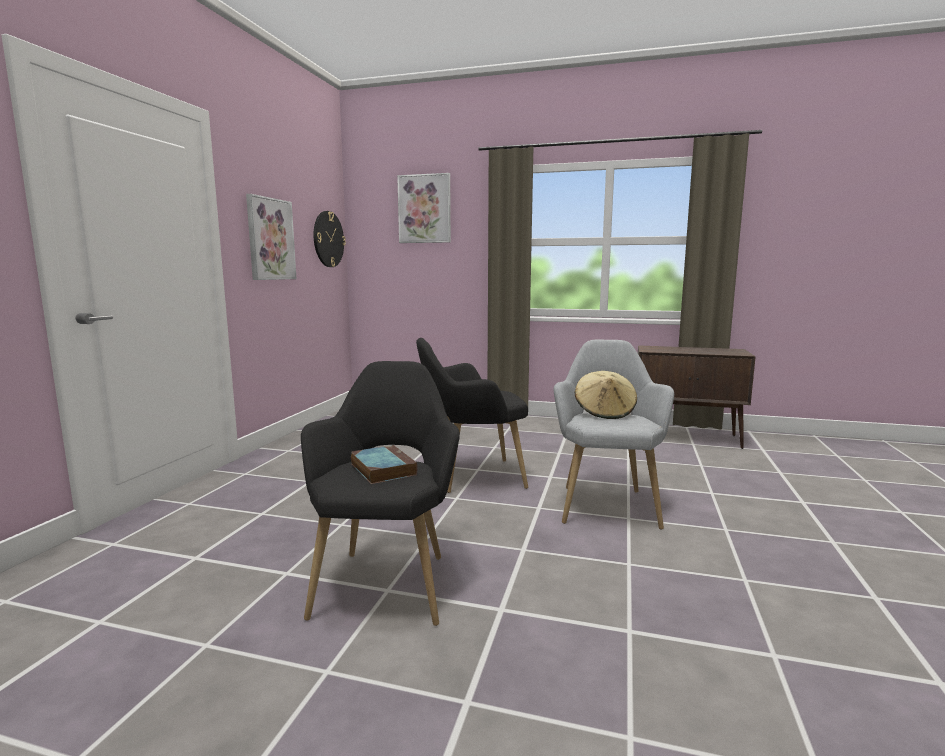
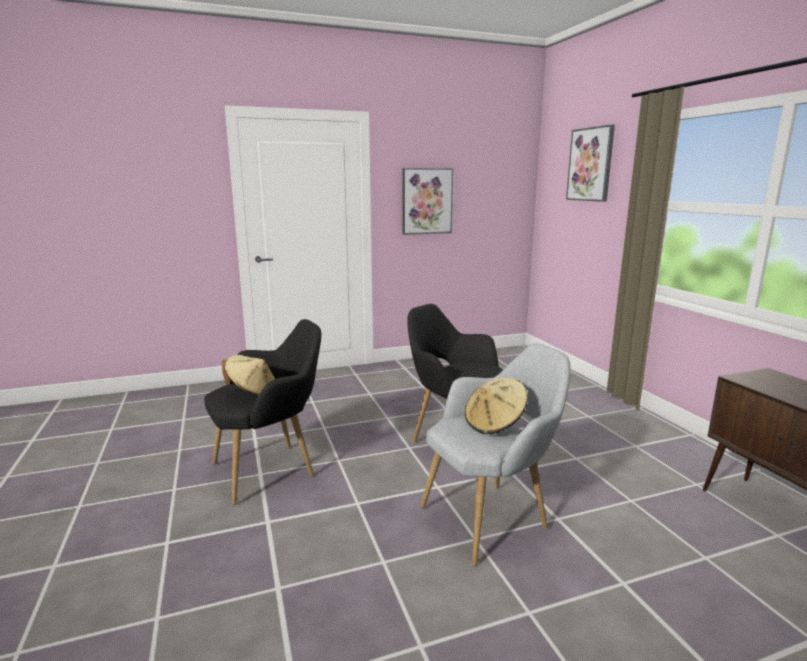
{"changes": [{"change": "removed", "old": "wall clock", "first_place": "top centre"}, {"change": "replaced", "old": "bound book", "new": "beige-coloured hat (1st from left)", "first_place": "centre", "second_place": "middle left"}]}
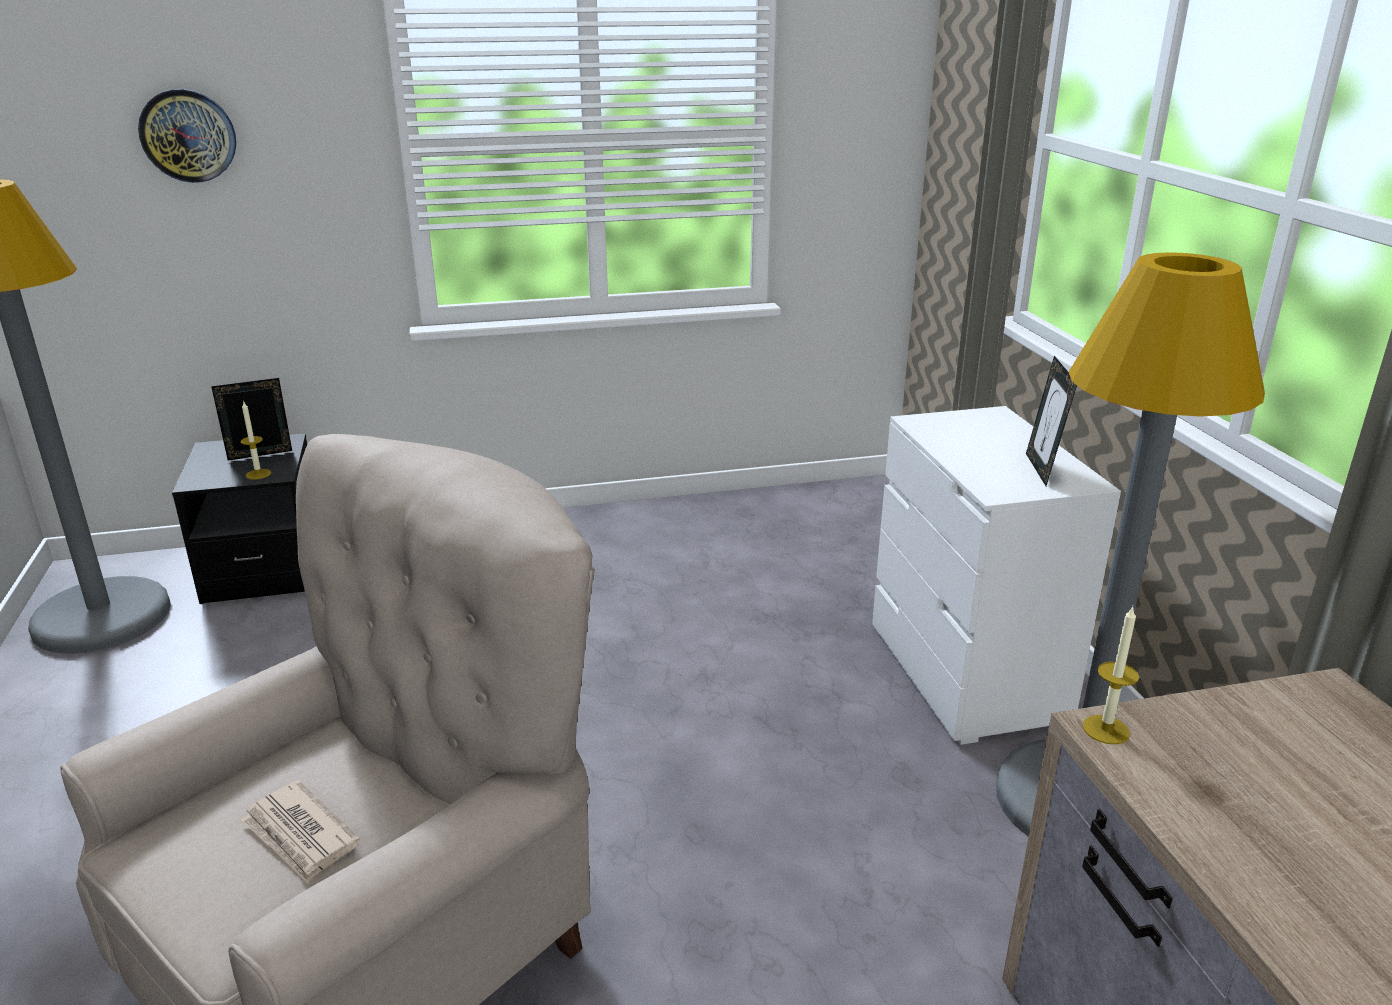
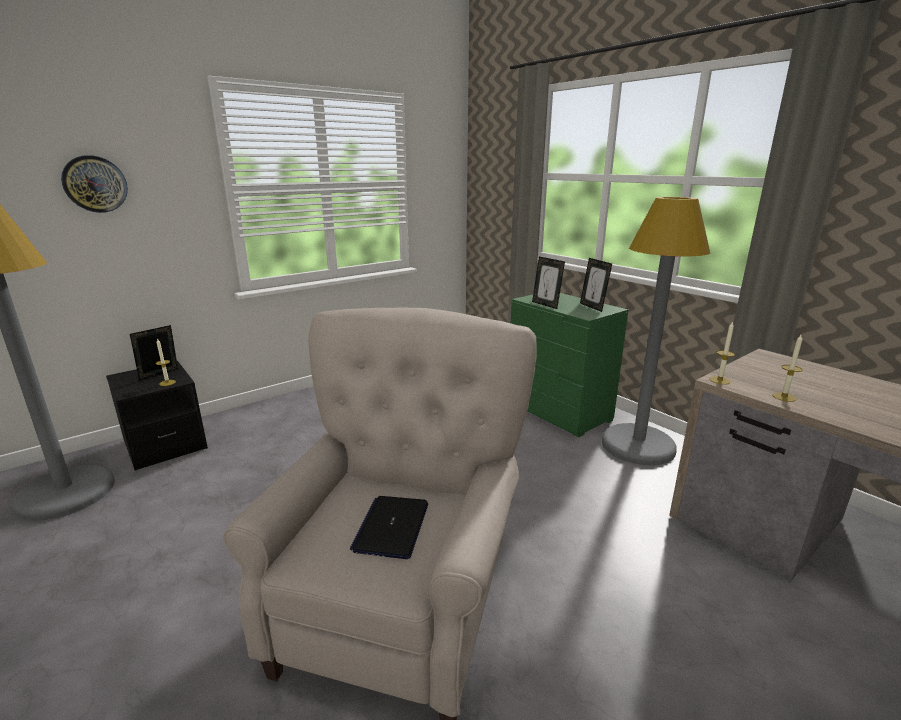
{"changes": [{"change": "replaced", "old": "newspaper", "new": "notebook computer", "first_place": "bottom left", "second_place": "bottom centre"}, {"change": "recoloured", "old": "white-coloured chest of drawers", "new": "green-coloured chest of drawers", "first_place": "middle right", "second_place": "centre"}, {"change": "added", "new": "photo frame (2nd from left)", "second_place": "centre"}, {"change": "added", "new": "wax light (3rd from left)", "second_place": "middle right"}]}
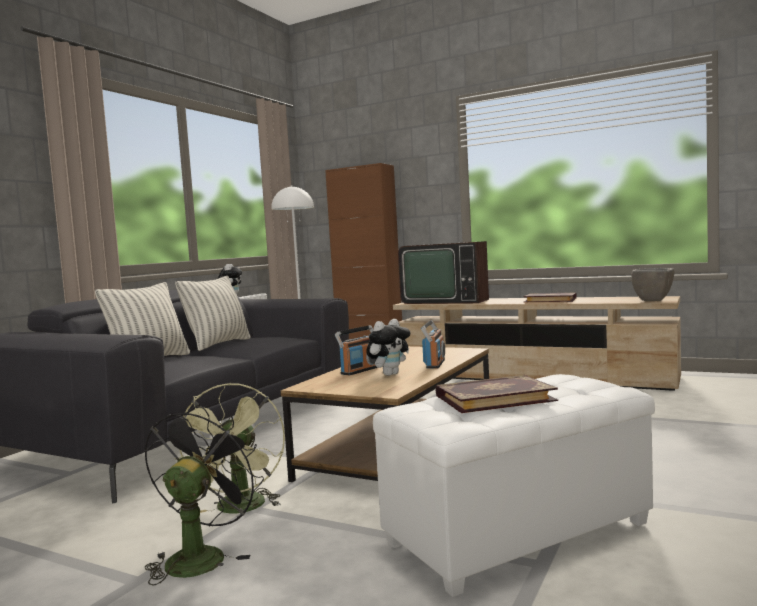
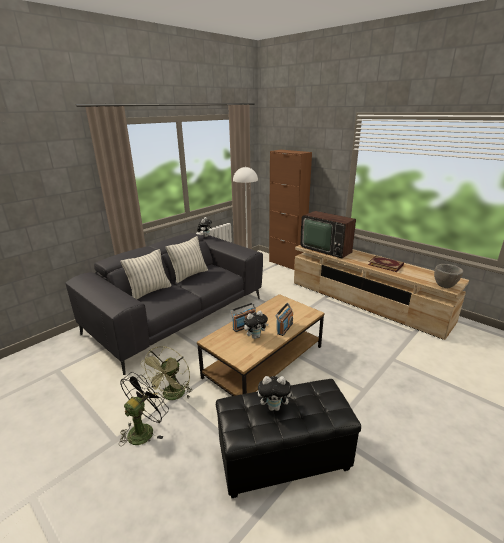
{"changes": [{"change": "recoloured", "old": "white-coloured ottoman", "new": "blackish ottoman", "first_place": "bottom right", "second_place": "bottom centre"}, {"change": "replaced", "old": "bound book (1st from left)", "new": "cuddly toy (3rd from left)", "first_place": "centre", "second_place": "bottom centre"}]}
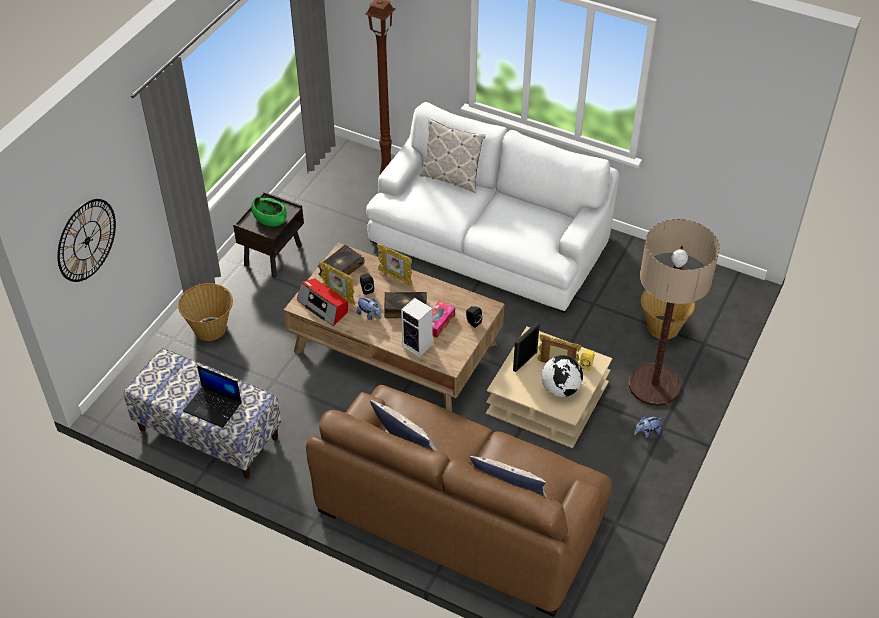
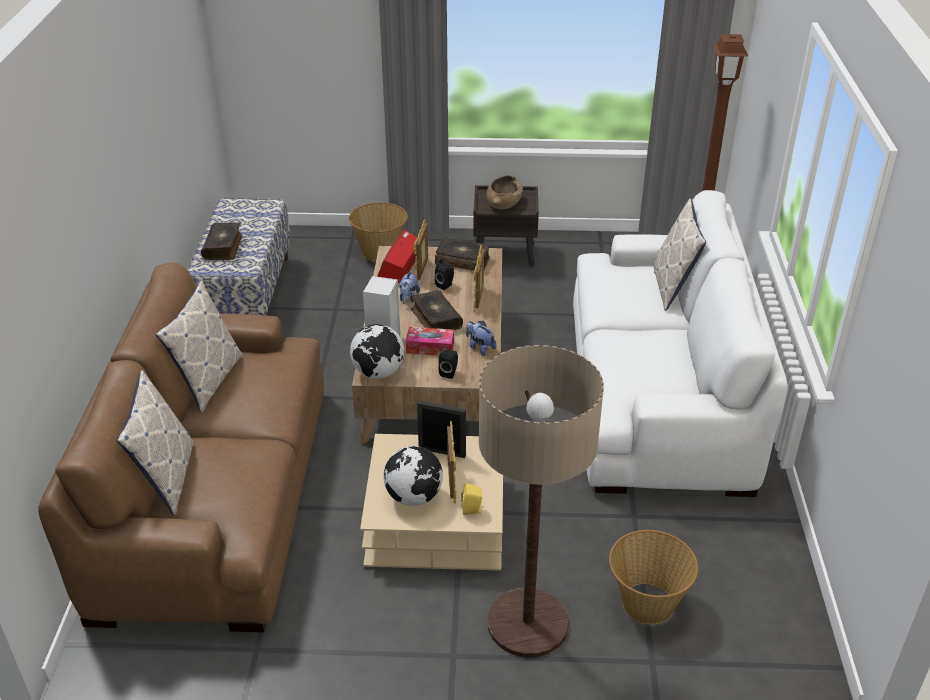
{"changes": [{"change": "removed", "old": "wall clock", "first_place": "middle left"}, {"change": "replaced", "old": "notebook computer", "new": "bound book (1st from left)", "first_place": "middle left", "second_place": "middle left"}, {"change": "recoloured", "old": "green-coloured deep dish", "new": "brown-coloured deep dish", "first_place": "middle left", "second_place": "top centre"}, {"change": "moved", "old": "cuddly toy (2nd from left)", "first_place": "bottom right", "second_place": "centre"}, {"change": "added", "new": "desk globe (1st from left)", "second_place": "centre"}]}
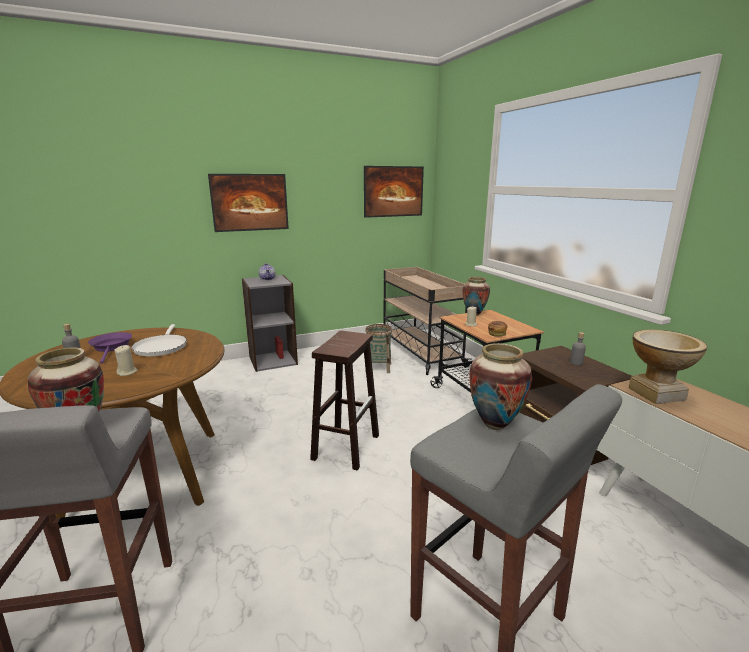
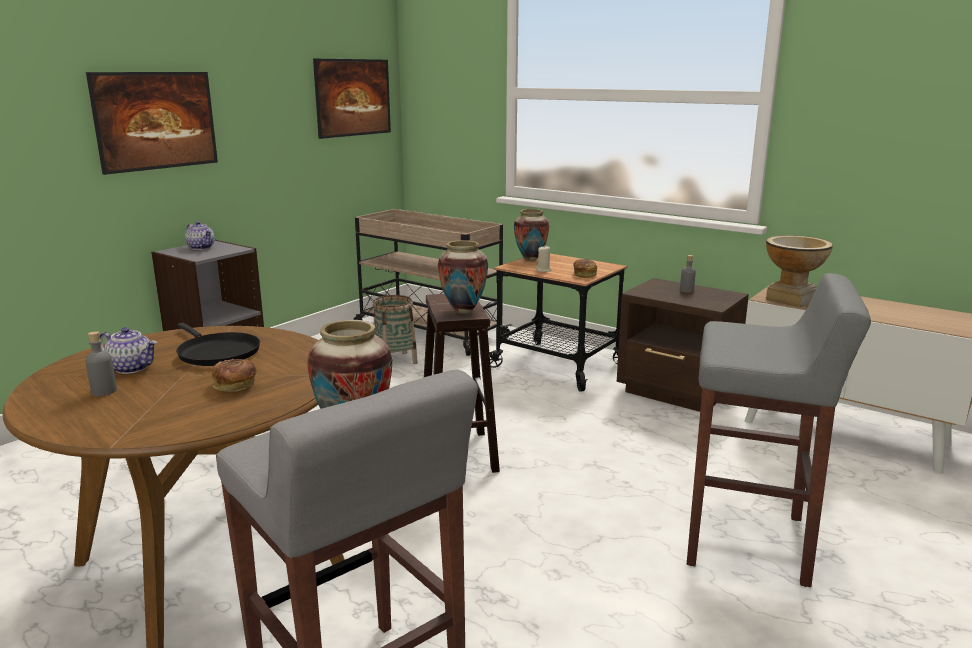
{"changes": [{"change": "replaced", "old": "purple-coloured pan", "new": "pot for tea (1st from left)", "first_place": "middle left", "second_place": "middle left"}, {"change": "replaced", "old": "beige-coloured wax light (1st from left)", "new": "baked bread (1st from left)", "first_place": "middle left", "second_place": "middle left"}, {"change": "recoloured", "old": "white-coloured pan", "new": "blackish pan", "first_place": "middle left", "second_place": "middle left"}, {"change": "moved", "old": "decorative vase (3rd from left in the first image)", "new": "decorative vase (2nd from left)", "first_place": "middle right", "second_place": "centre"}]}
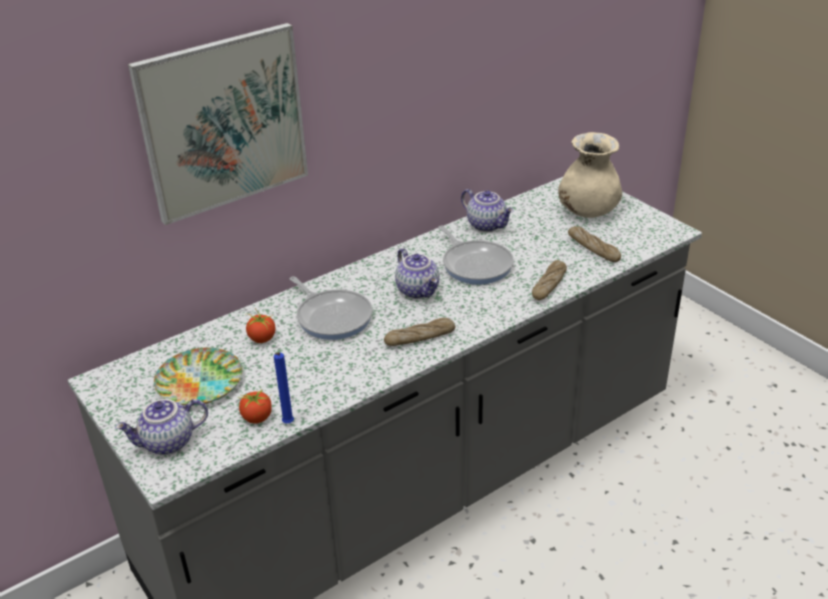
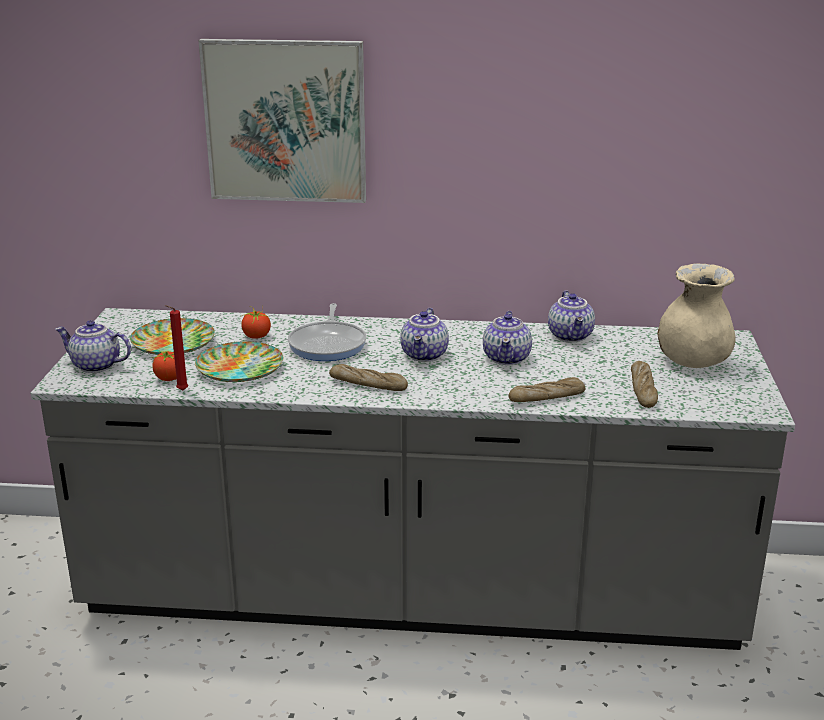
{"changes": [{"change": "recoloured", "old": "bluish wax light", "new": "reddish wax light", "first_place": "centre", "second_place": "middle left"}, {"change": "replaced", "old": "pan (2nd from left)", "new": "pot for tea (3rd from left)", "first_place": "centre", "second_place": "centre"}, {"change": "added", "new": "flat dish (2nd from left)", "second_place": "middle left"}]}
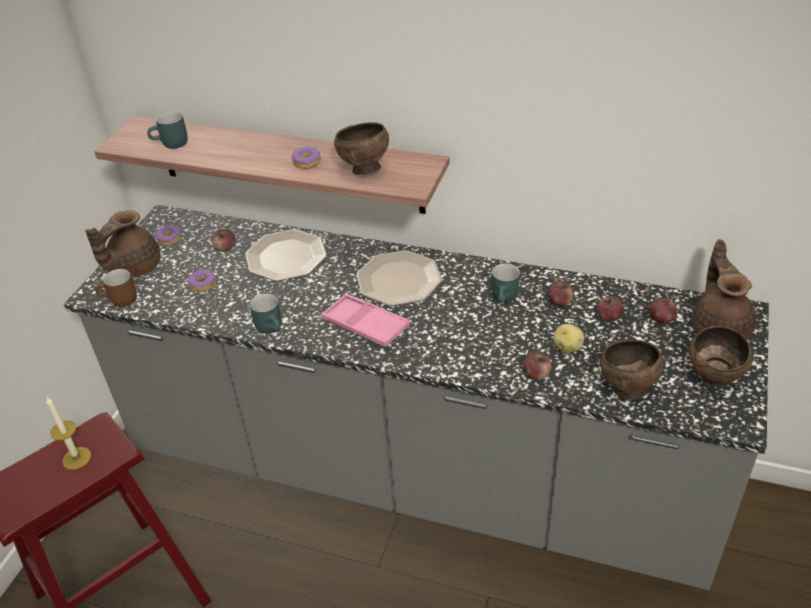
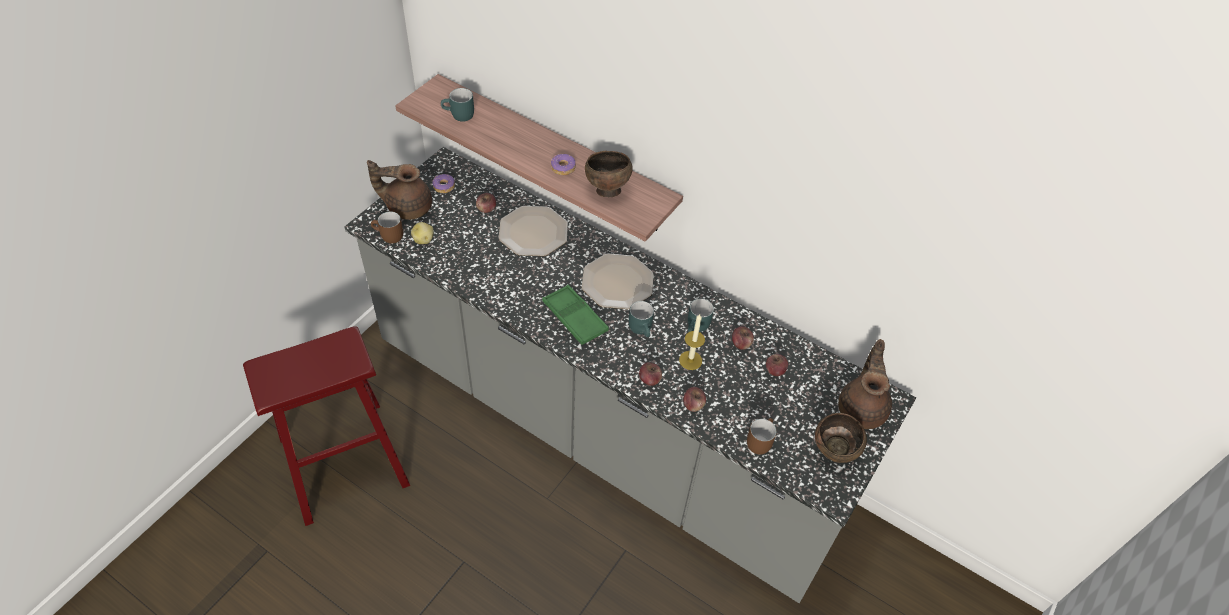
{"changes": [{"change": "moved", "old": "wax light", "first_place": "bottom left", "second_place": "centre"}, {"change": "turned", "old": "brown-coloured pot for tea (1st from left)", "first_place": "middle left", "second_place": "top left", "degrees": 45}, {"change": "removed", "old": "ring doughnut (2nd from left)", "first_place": "middle left"}, {"change": "moved", "old": "turquoise-coloured tea mug (2nd from left)", "first_place": "middle left", "second_place": "centre"}, {"change": "recoloured", "old": "pink-coloured carrying tray", "new": "green-coloured carrying tray", "first_place": "centre", "second_place": "centre"}, {"change": "moved", "old": "potato", "first_place": "middle right", "second_place": "centre"}, {"change": "replaced", "old": "brown-coloured deep dish (2nd from left)", "new": "brown-coloured tea mug (2nd from left)", "first_place": "middle right", "second_place": "bottom centre"}, {"change": "moved", "old": "apple fruit (5th from left in the first image)", "new": "apple fruit (2nd from left)", "first_place": "middle right", "second_place": "centre"}]}
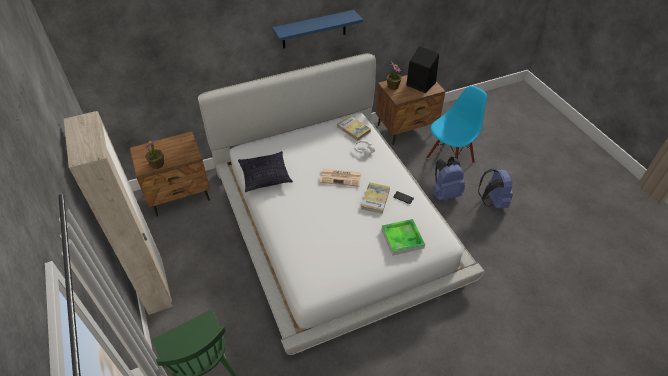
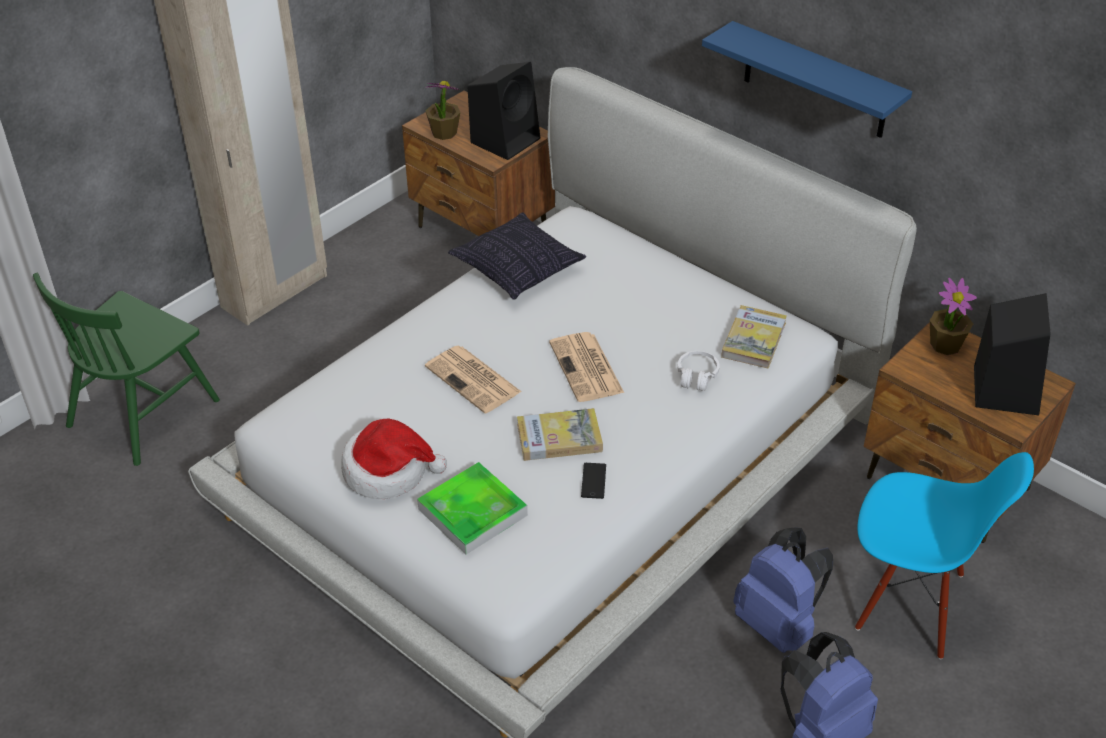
{"changes": [{"change": "added", "new": "hat", "second_place": "centre"}, {"change": "added", "new": "newspaper (1st from left)", "second_place": "centre"}, {"change": "added", "new": "blackish audio speaker (1st from left)", "second_place": "top centre"}]}
